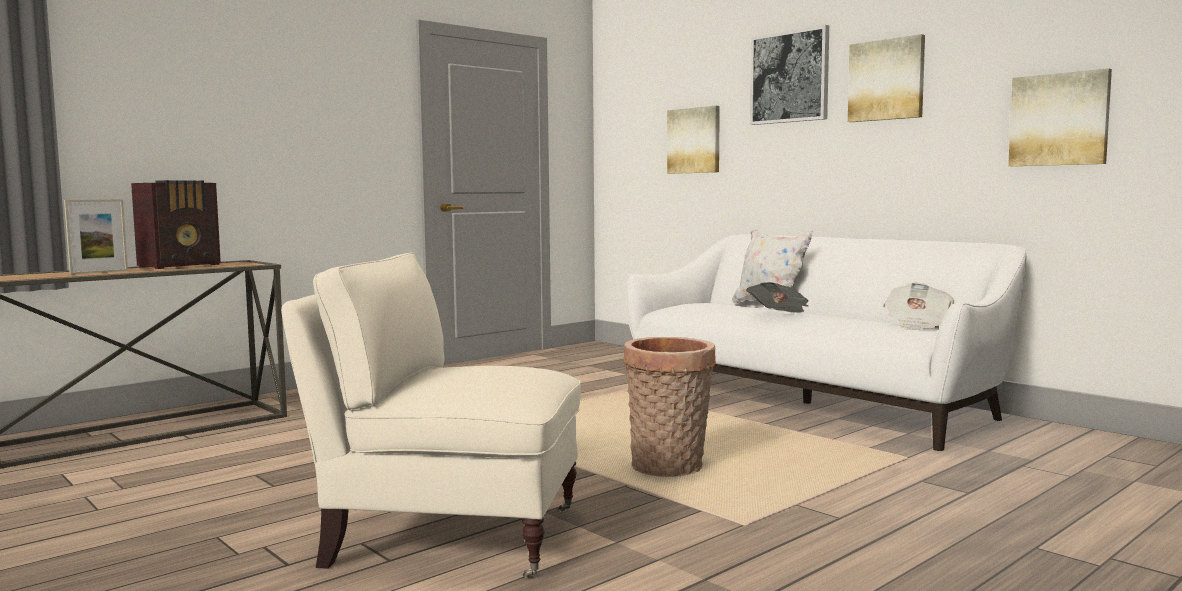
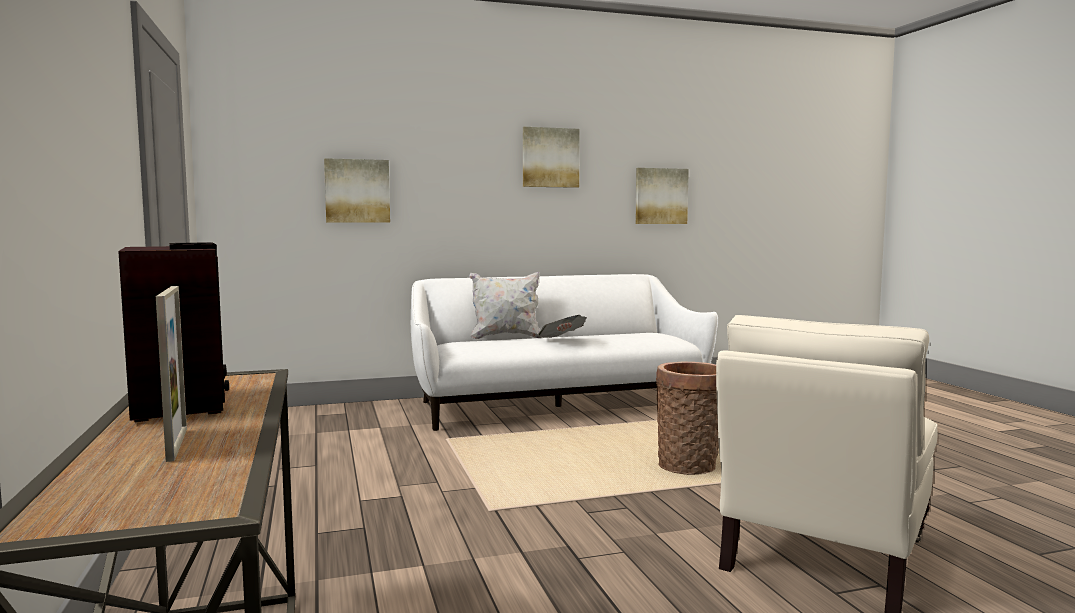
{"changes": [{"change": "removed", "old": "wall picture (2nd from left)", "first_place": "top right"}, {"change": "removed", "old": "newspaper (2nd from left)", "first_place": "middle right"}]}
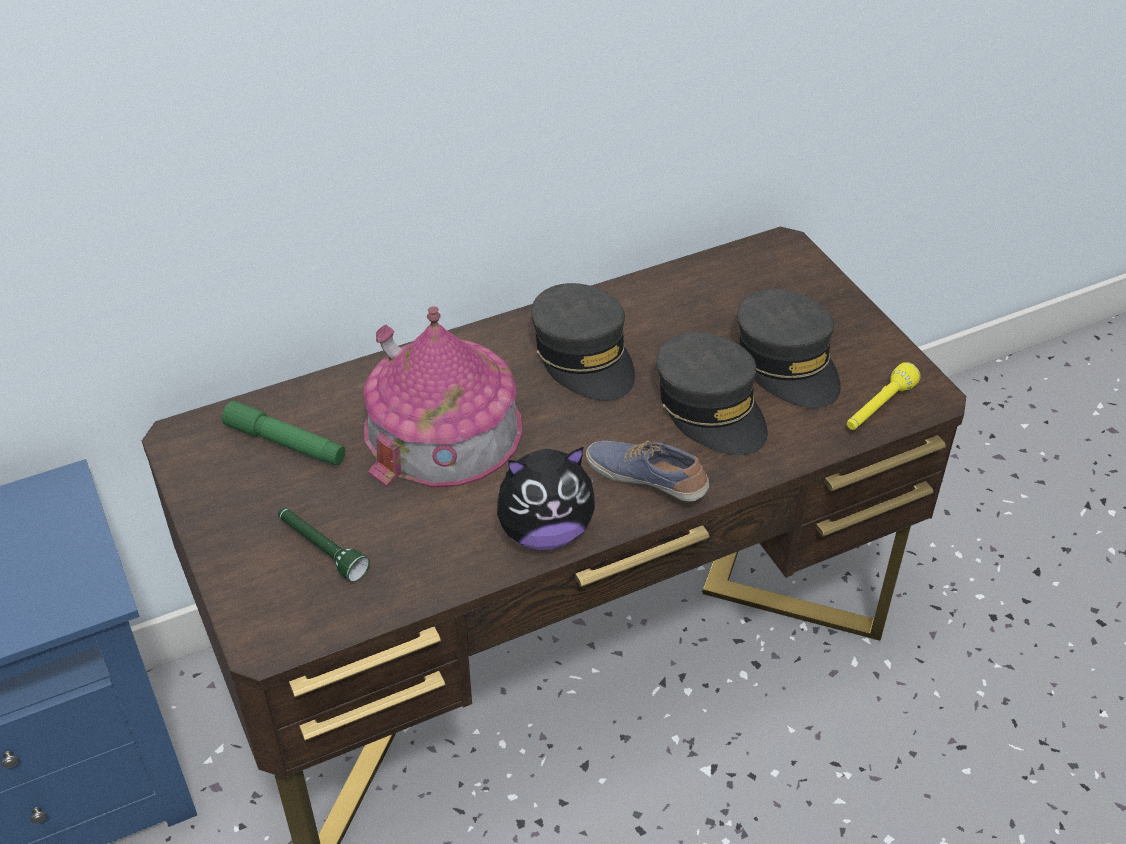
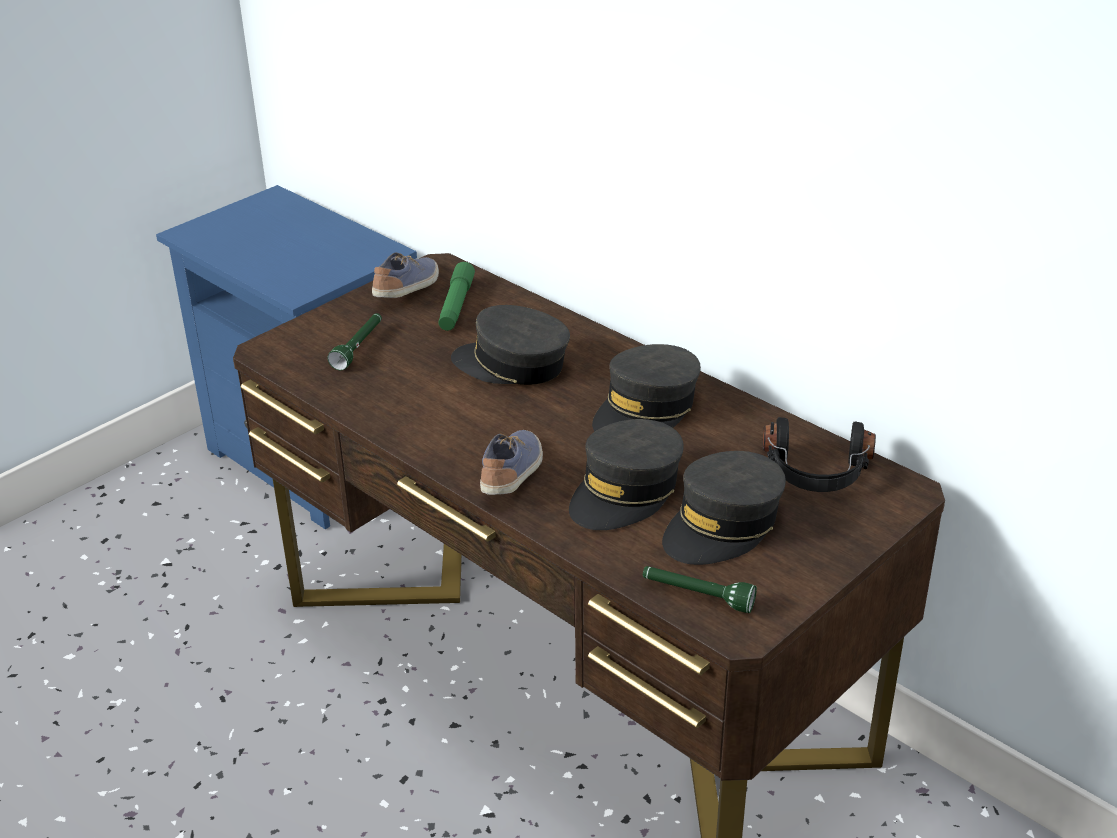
{"changes": [{"change": "replaced", "old": "miniature house", "new": "gray cap (1st from left)", "first_place": "centre", "second_place": "centre"}, {"change": "removed", "old": "cuddly toy", "first_place": "centre"}, {"change": "recoloured", "old": "yellowish flashlight", "new": "green-coloured flashlight (3rd from left)", "first_place": "middle right", "second_place": "bottom centre"}, {"change": "added", "new": "item of footwear (1st from left)", "second_place": "top centre"}, {"change": "added", "new": "blackish pair of headphones", "second_place": "middle right"}]}
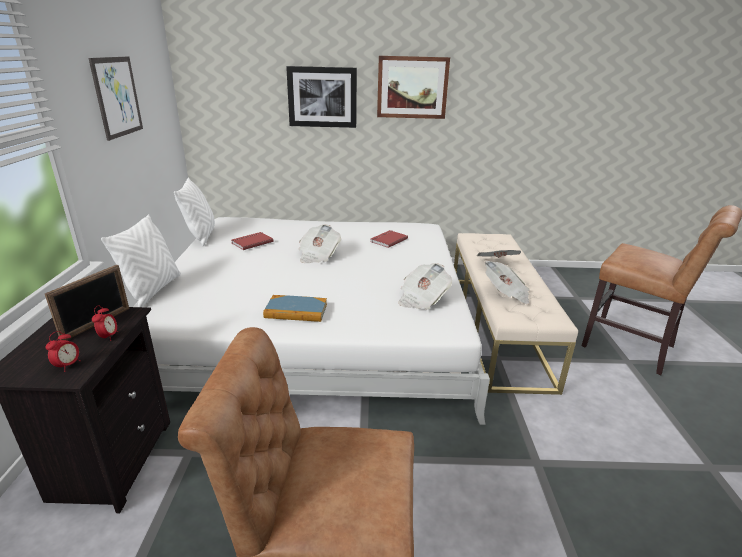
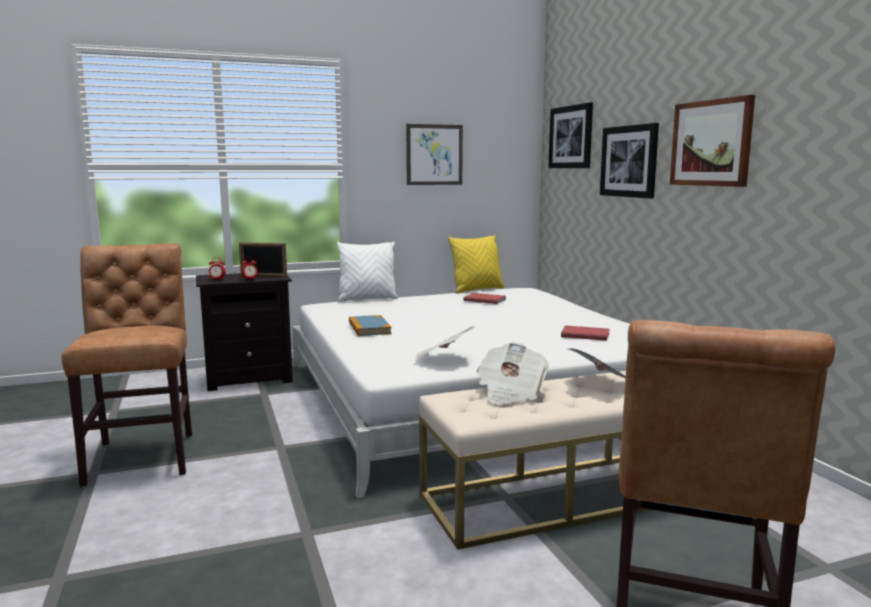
{"changes": [{"change": "recoloured", "old": "white-coloured pillow (2nd from left)", "new": "yellowish pillow", "first_place": "middle left", "second_place": "centre"}, {"change": "removed", "old": "newspaper (1st from left)", "first_place": "centre"}, {"change": "added", "new": "wall picture (2nd from left)", "second_place": "top centre"}]}
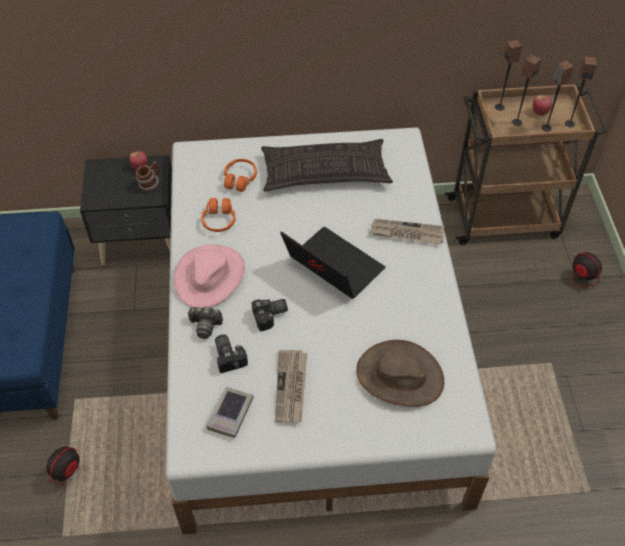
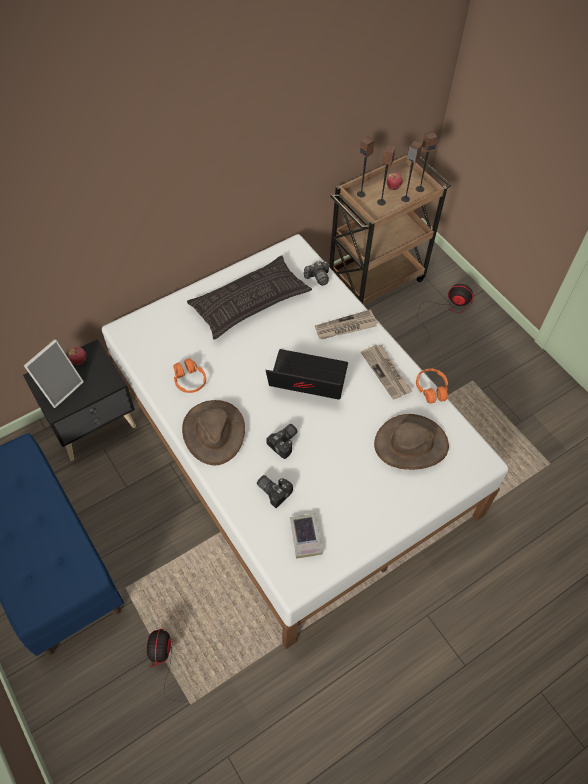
{"changes": [{"change": "removed", "old": "tea mug", "first_place": "top left"}, {"change": "recoloured", "old": "pink-coloured hat", "new": "brown-coloured hat (1st from left)", "first_place": "centre", "second_place": "centre"}, {"change": "moved", "old": "still camera (1st from left in the first image)", "new": "still camera (3rd from left)", "first_place": "middle left", "second_place": "centre"}, {"change": "moved", "old": "orange pair of headphones (2nd from left)", "first_place": "top centre", "second_place": "middle right"}, {"change": "moved", "old": "newspaper (1st from left in the first image)", "new": "newspaper (2nd from left)", "first_place": "bottom centre", "second_place": "centre"}, {"change": "added", "new": "photo frame", "second_place": "middle left"}]}
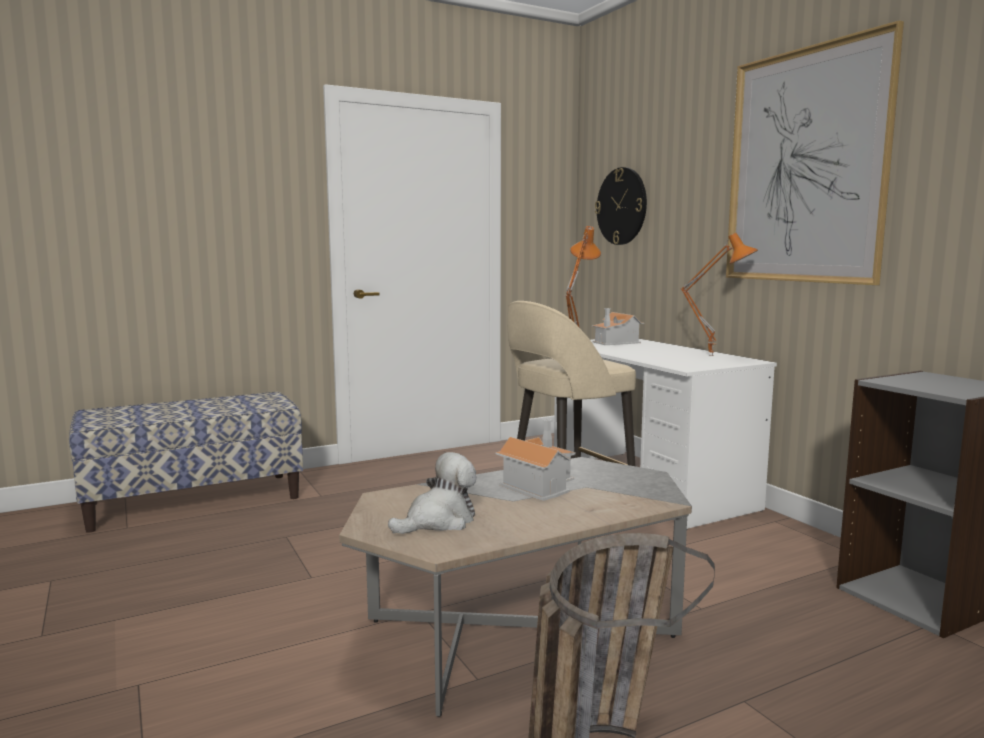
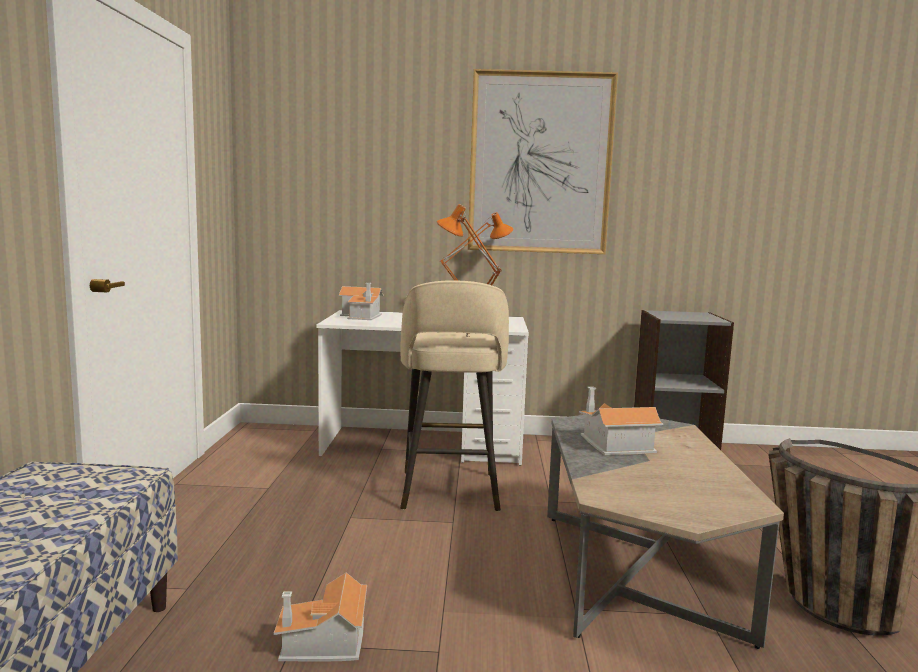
{"changes": [{"change": "removed", "old": "cuddly toy", "first_place": "bottom centre"}, {"change": "removed", "old": "wall clock", "first_place": "top centre"}, {"change": "added", "new": "miniature house (1st from left)", "second_place": "bottom centre"}]}
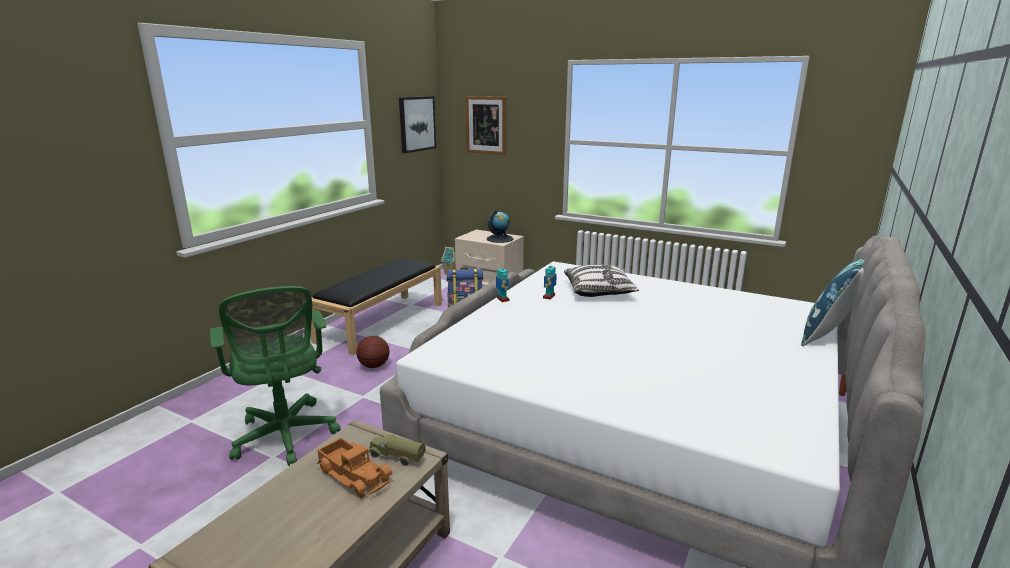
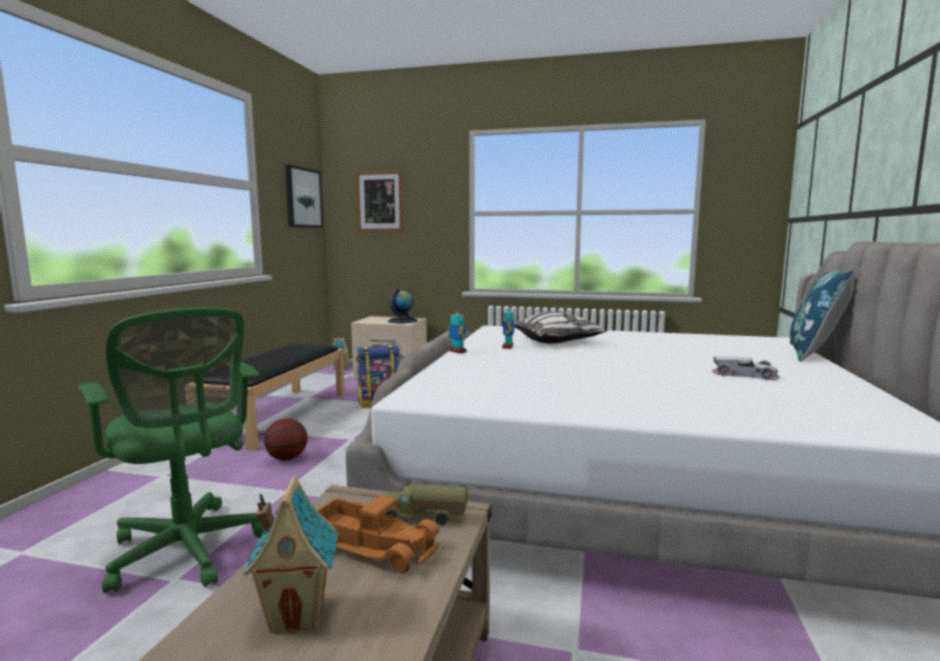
{"changes": [{"change": "added", "new": "miniature house (1st from left)", "second_place": "bottom left"}, {"change": "added", "new": "white-coloured miniature car", "second_place": "middle right"}]}
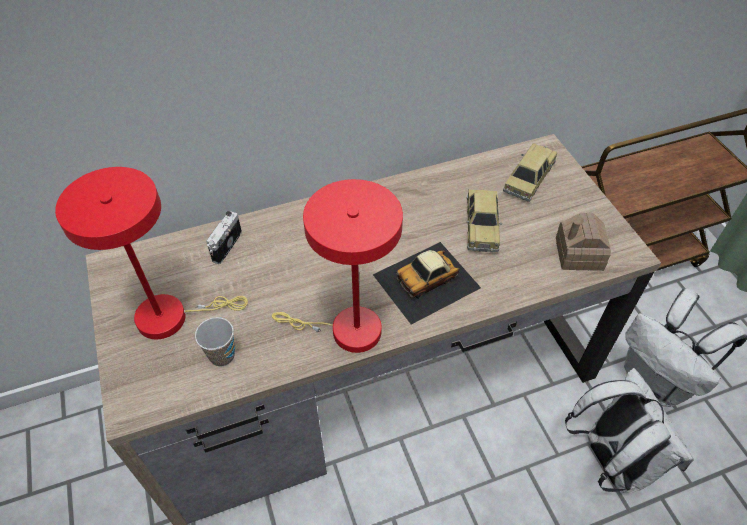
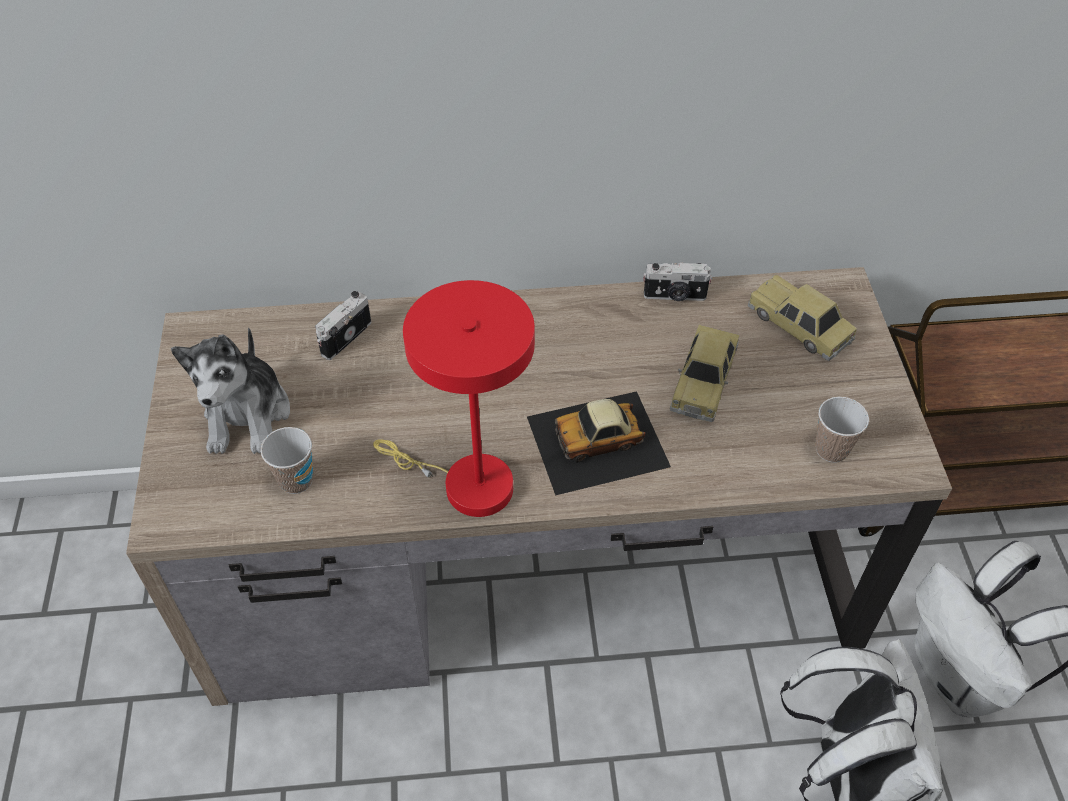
{"changes": [{"change": "replaced", "old": "reddish tabletop lamp (1st from left)", "new": "cuddly toy", "first_place": "middle left", "second_place": "middle left"}, {"change": "turned", "old": "miniature car (3rd from left)", "first_place": "top right", "second_place": "middle right", "degrees": -90}, {"change": "replaced", "old": "miniature house", "new": "cup (2nd from left)", "first_place": "middle right", "second_place": "middle right"}, {"change": "added", "new": "still camera (2nd from left)", "second_place": "centre"}]}
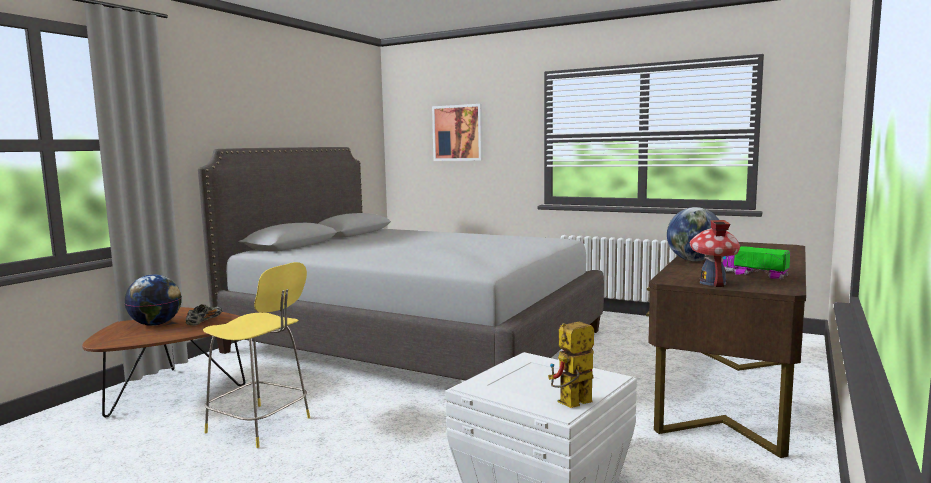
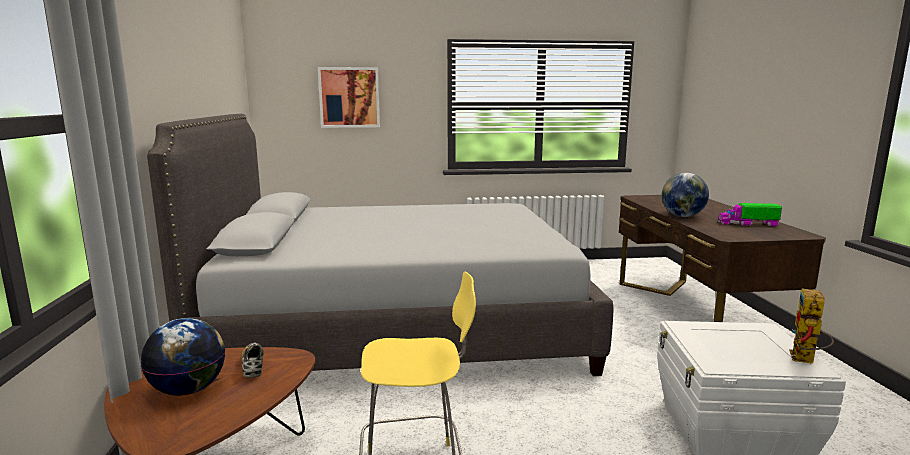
{"changes": [{"change": "removed", "old": "miniature house", "first_place": "middle right"}]}
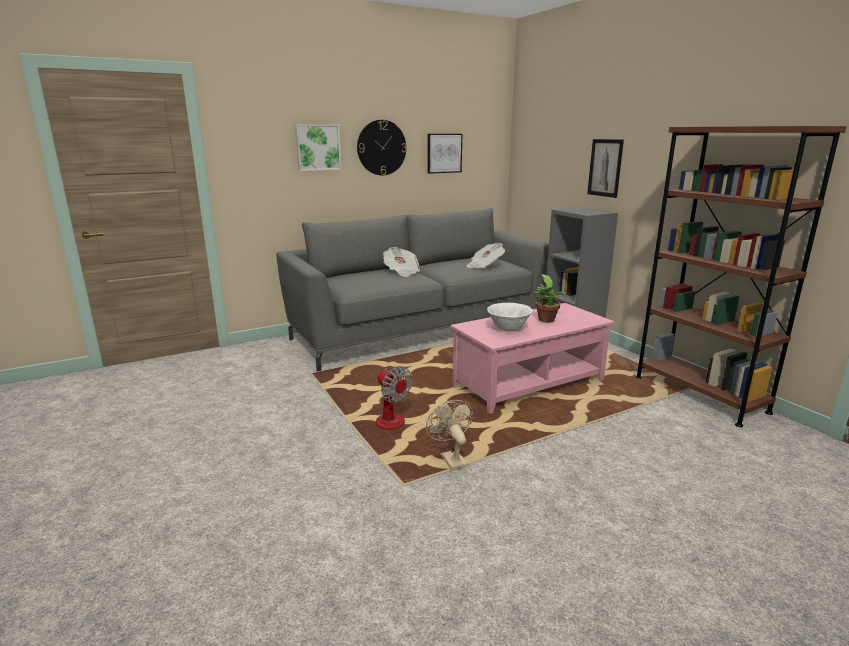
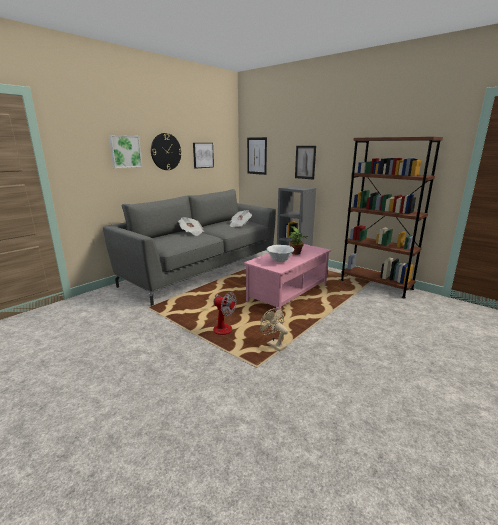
{"changes": [{"change": "added", "new": "wall picture (3rd from left)", "second_place": "top centre"}]}
